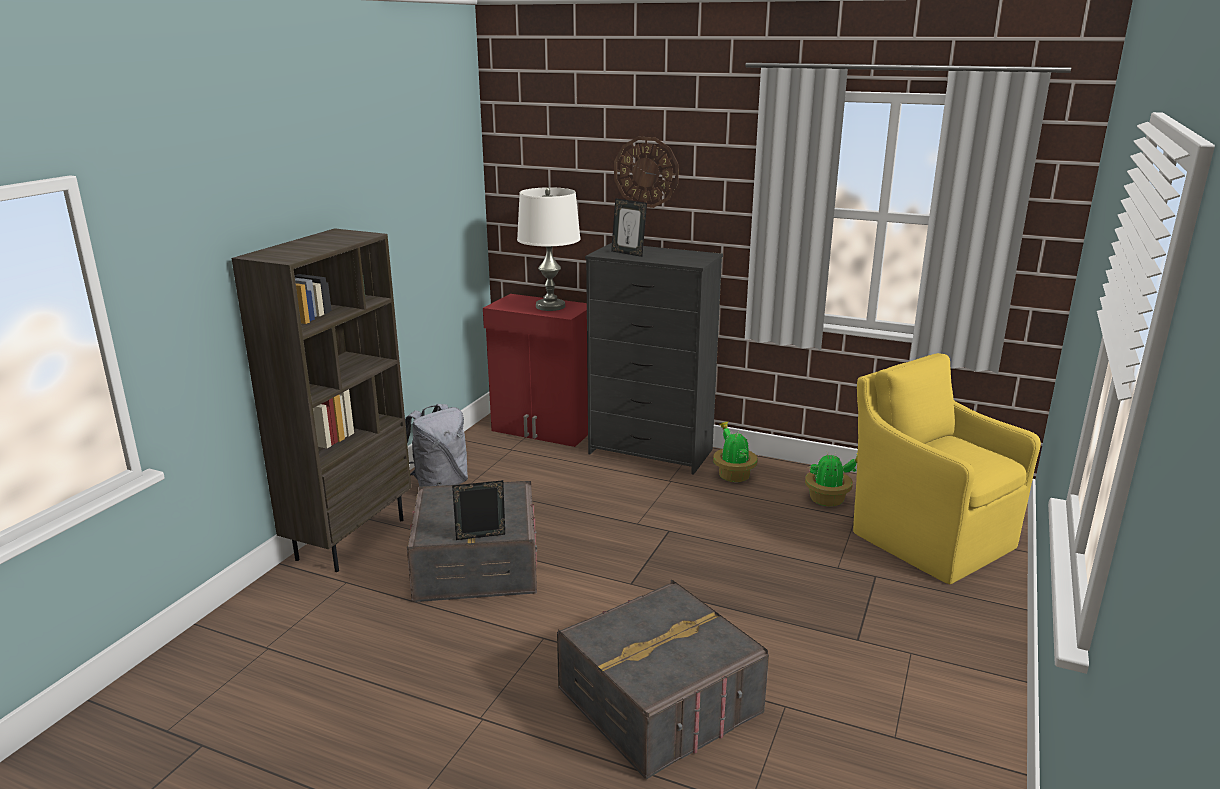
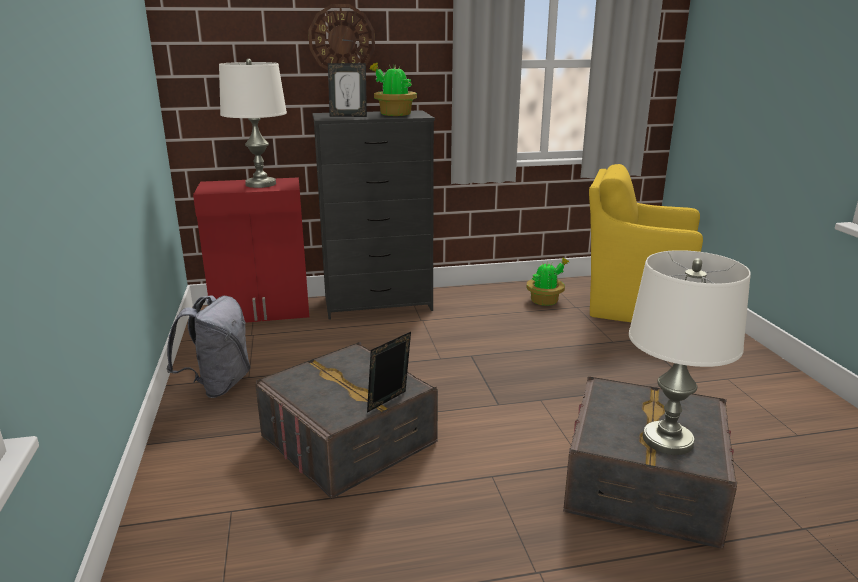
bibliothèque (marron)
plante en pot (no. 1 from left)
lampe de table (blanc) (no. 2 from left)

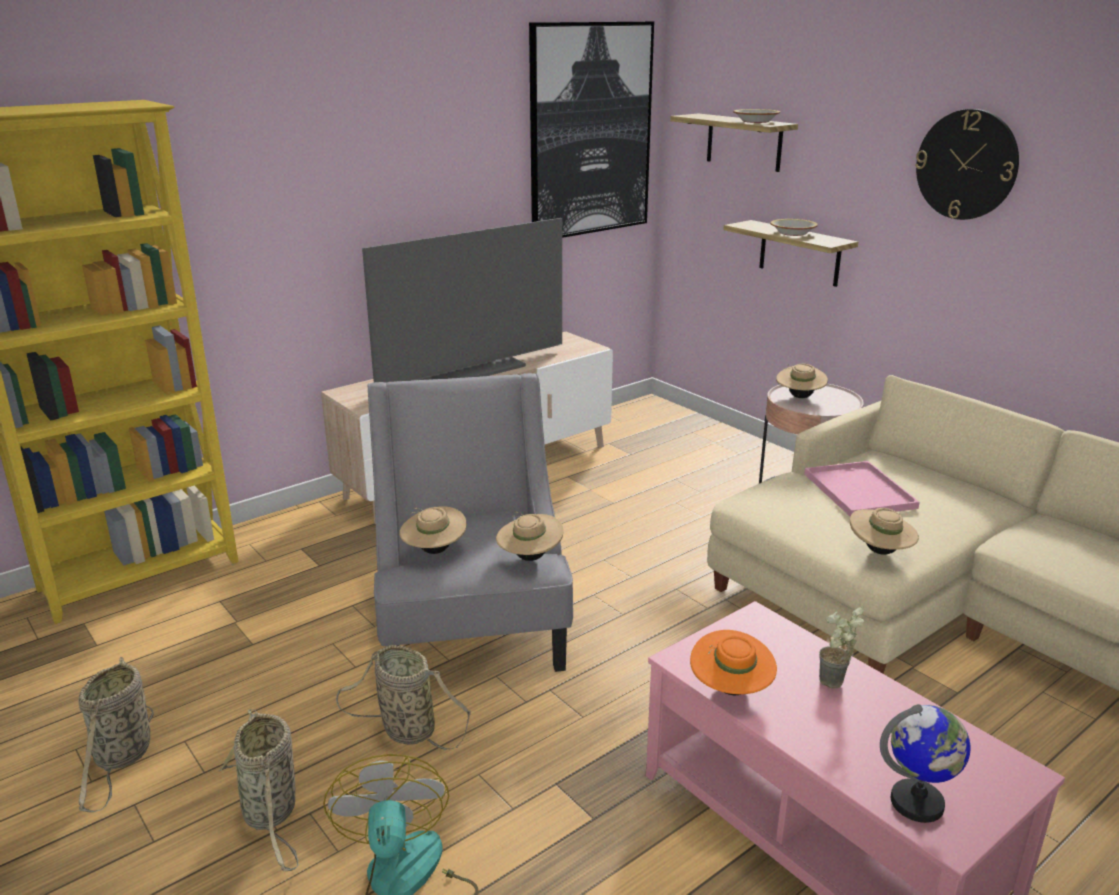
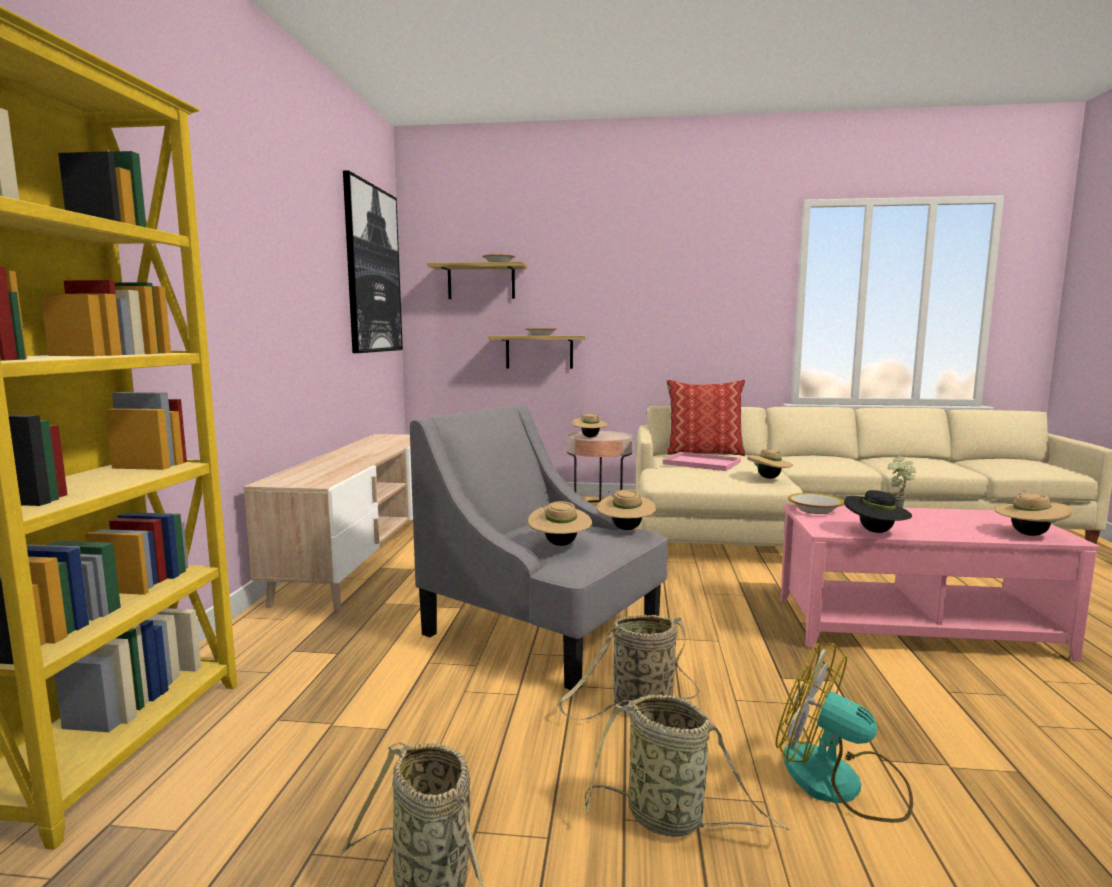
horloge murale
téléviseur
chapeau (noir)
chapeau (beige) (no. 5 from left)
coussin
bol (no. 3 from left)

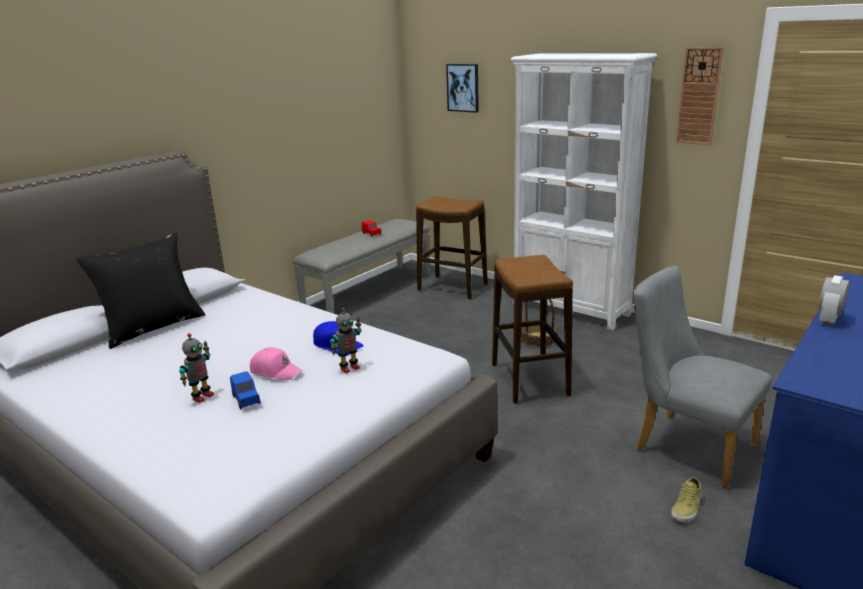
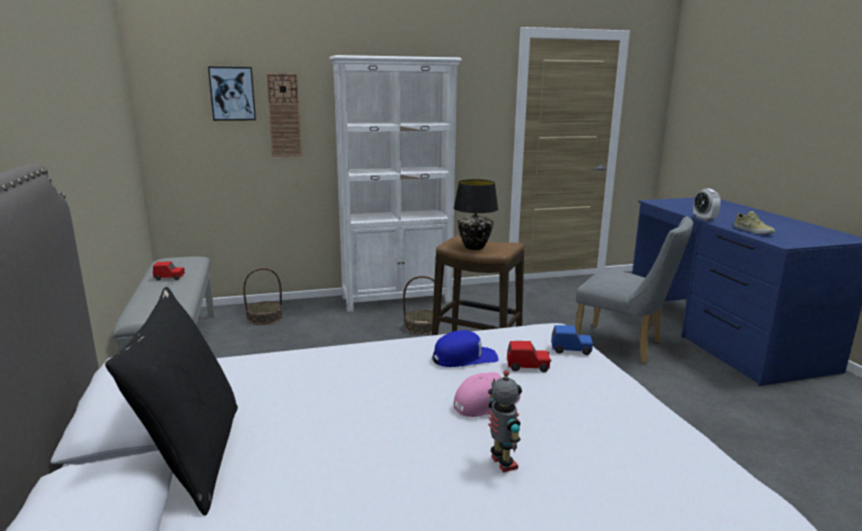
horloge murale
panier (no. 1 from left)
chaise (gris)
petite voiture (rouge) (no. 2 from left)
petite voiture (bleu)
chaussure (beige)
lampe de table (noir)

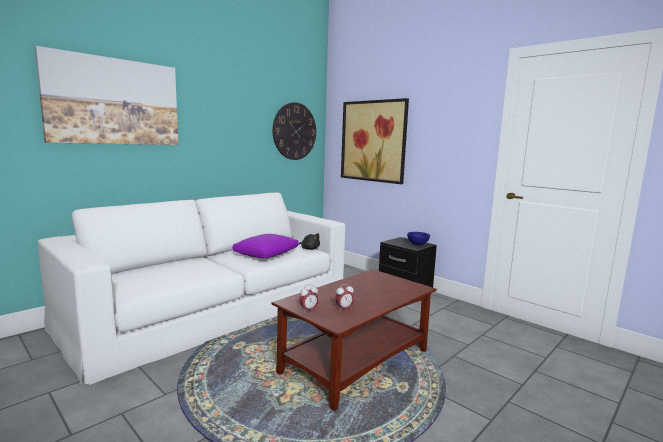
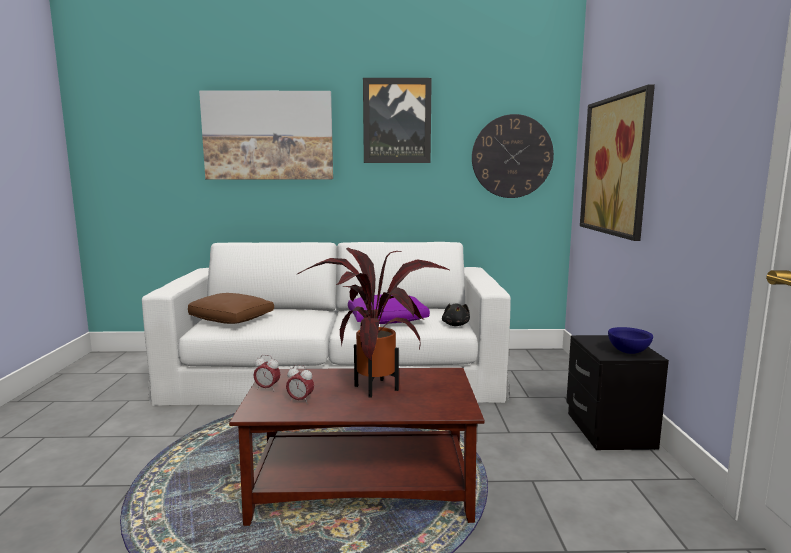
tableau (no. 2 from left)
plante en pot
coussin (marron)

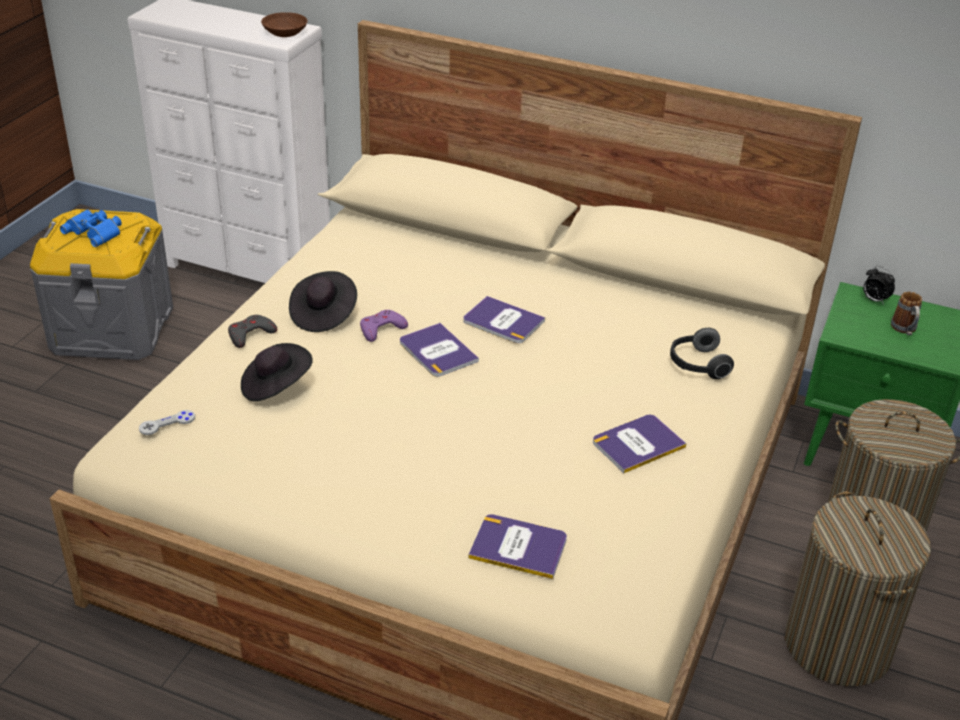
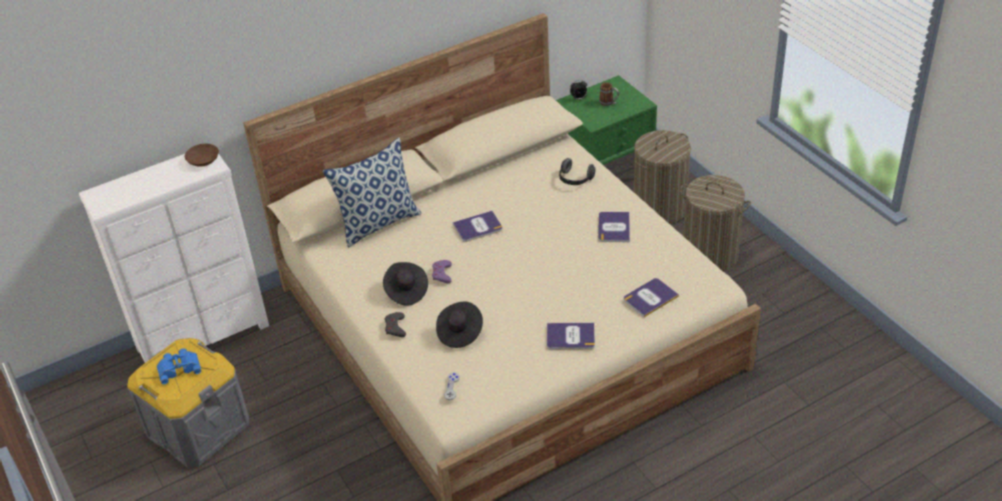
livre (no. 2 from left)
coussin

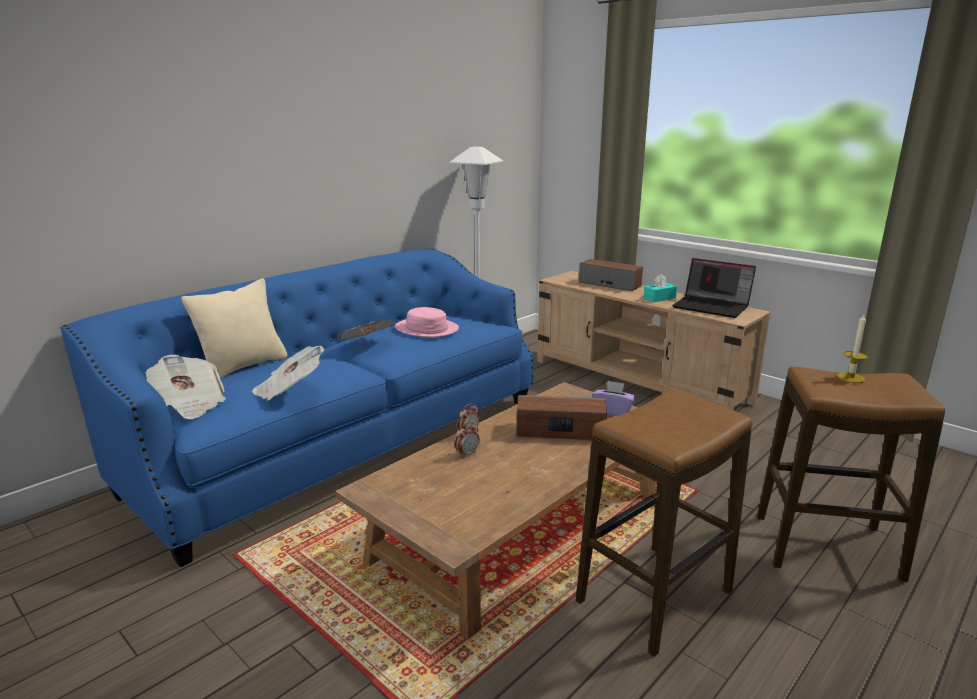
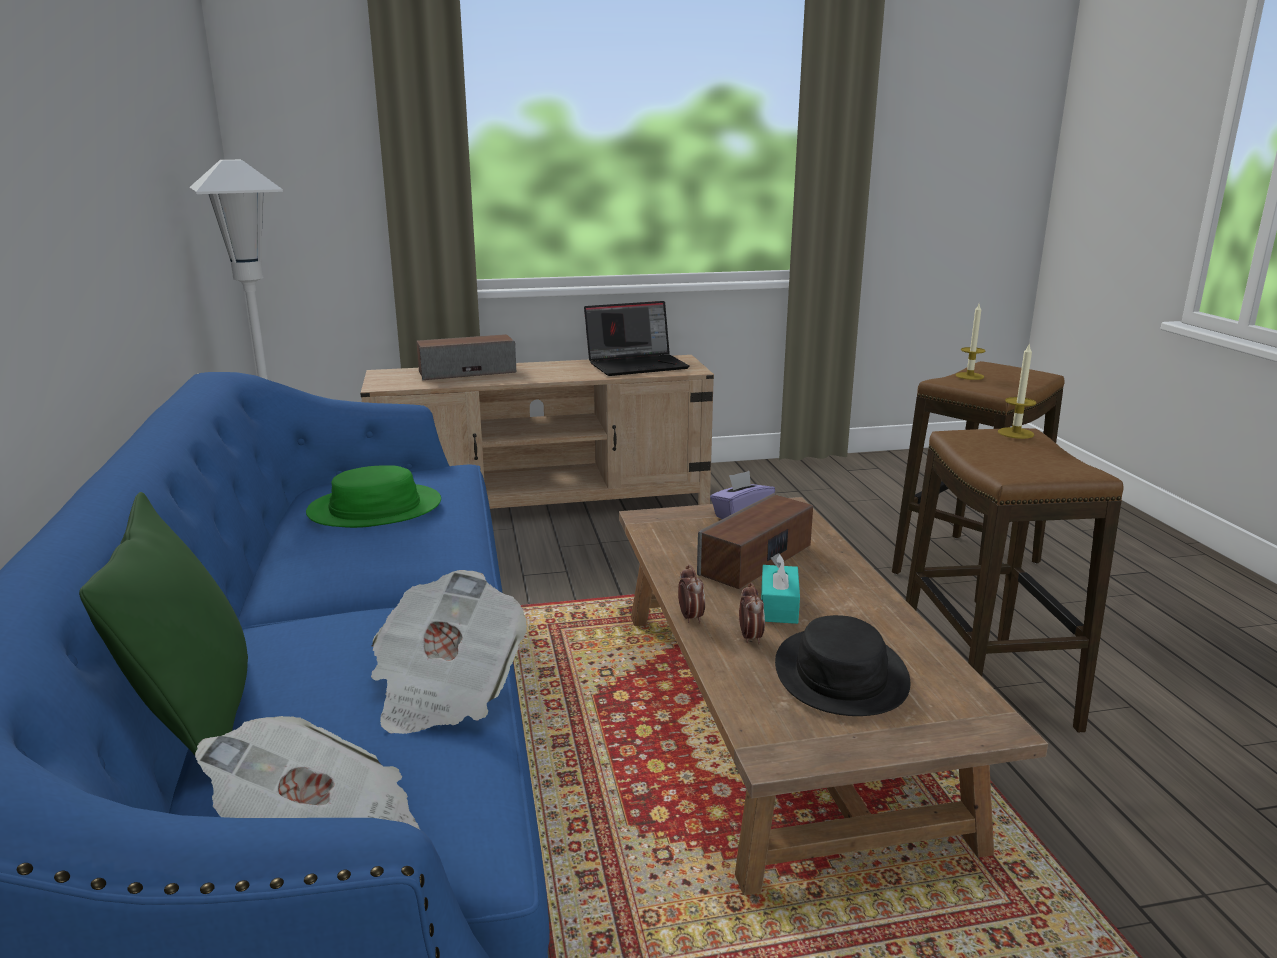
boîte à mouchoirs (turquoise)
coussin (vert)
chapeau (vert)
journal (no. 3 from left in the first image)
bougie (no. 2 from left)
chapeau (noir)

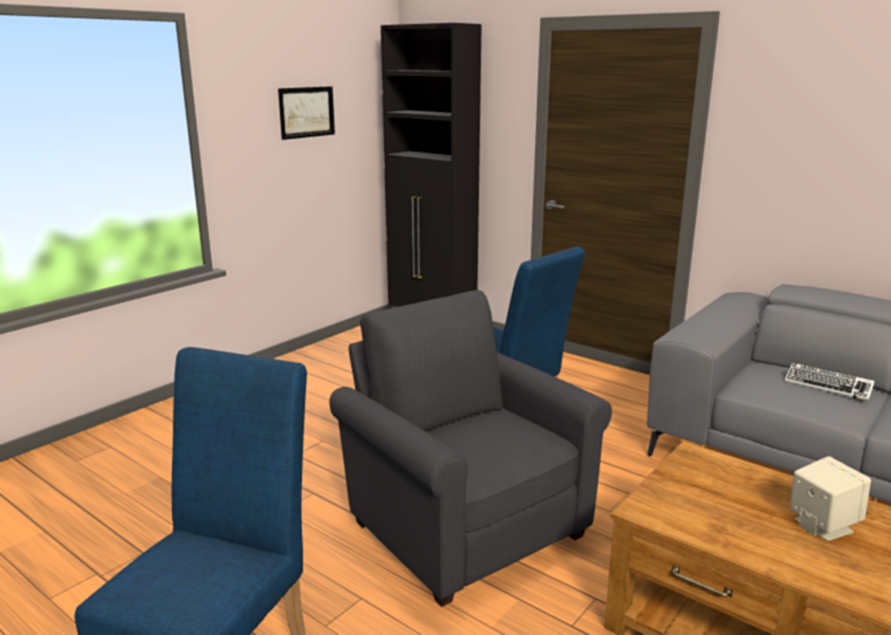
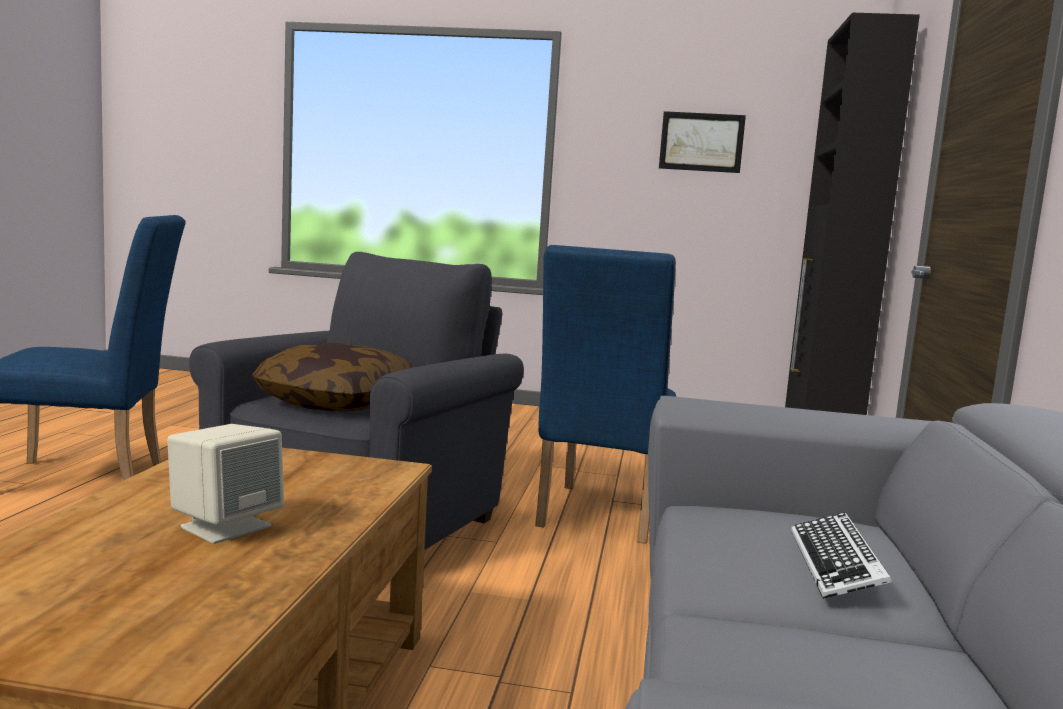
coussin

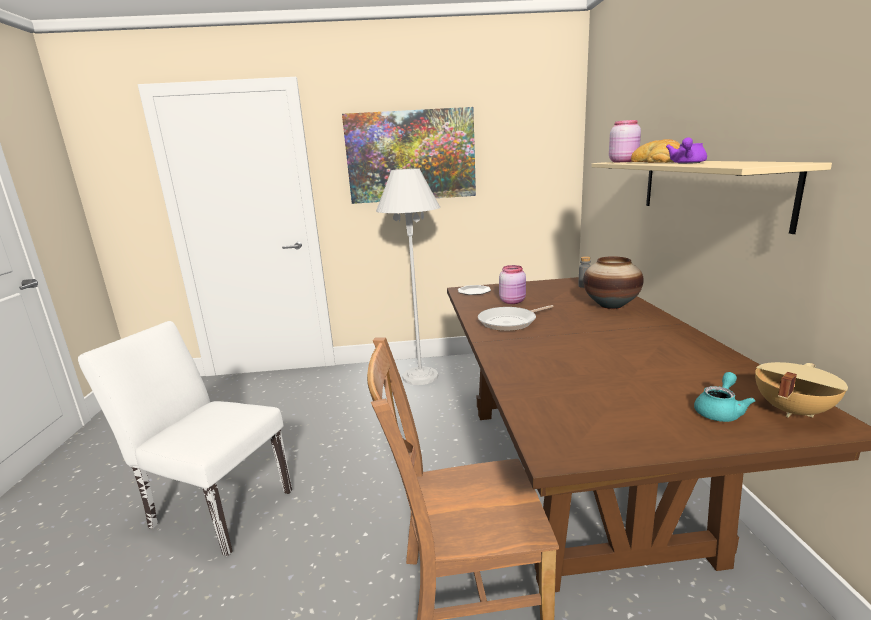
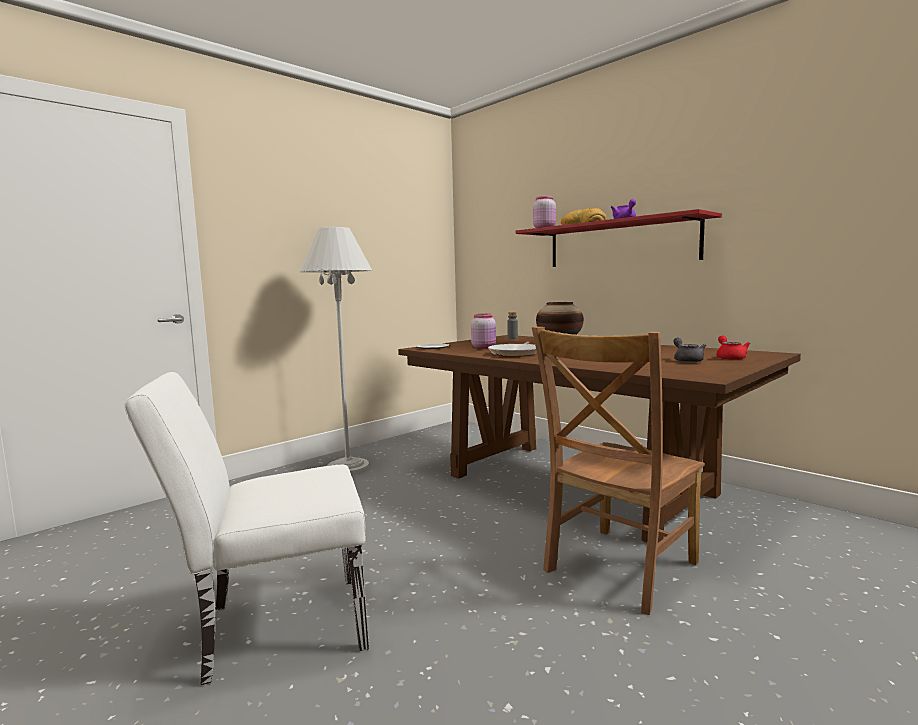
tableau
étagère (rouge)
marmite (beige)
théière (rouge)
théière (gris)

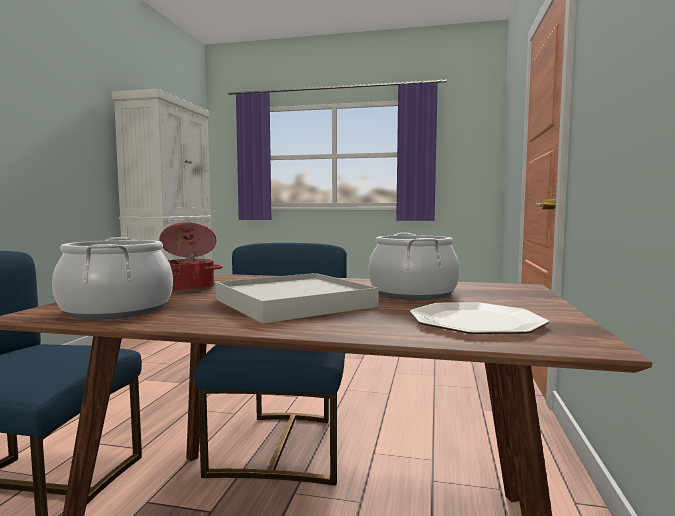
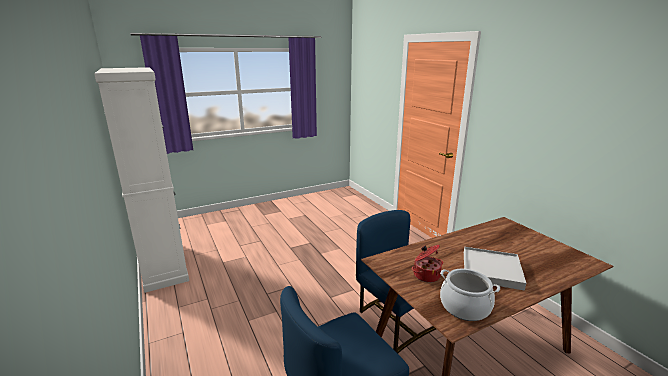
marmite (no. 3 from left in the first image)
assiette

